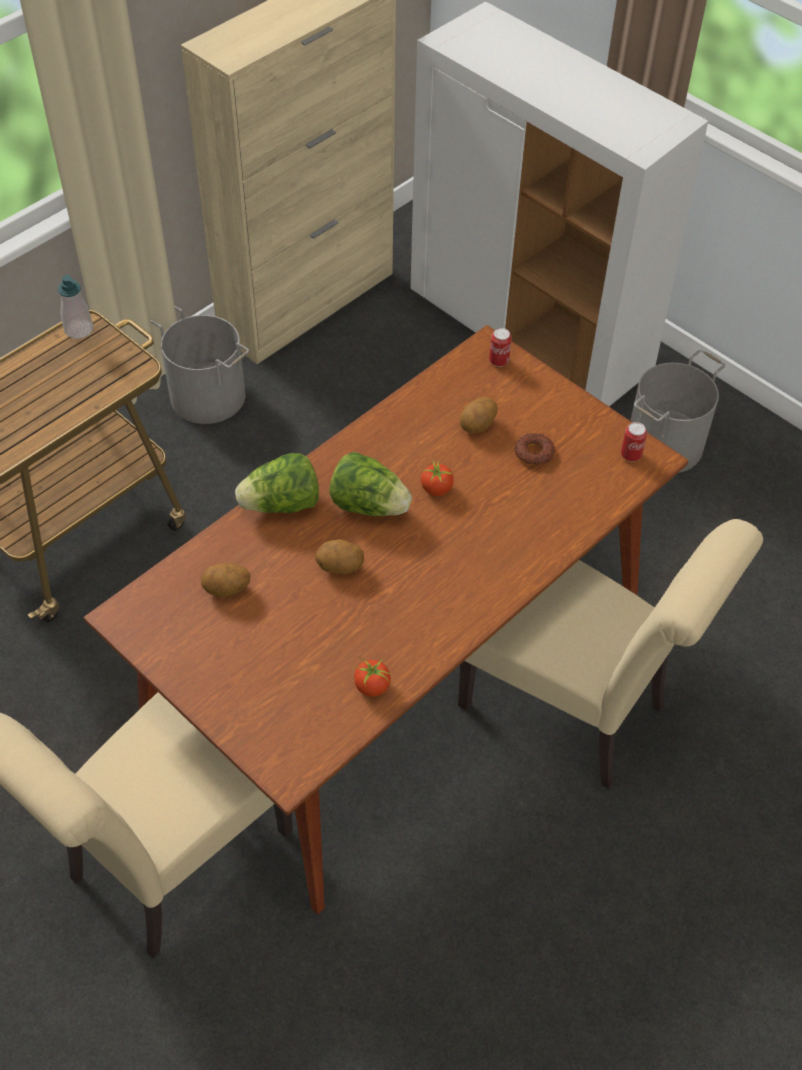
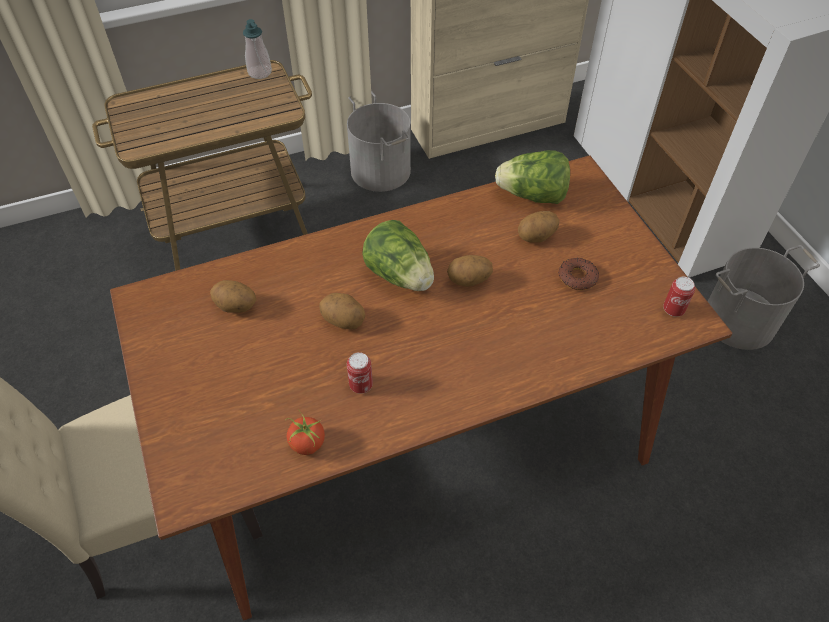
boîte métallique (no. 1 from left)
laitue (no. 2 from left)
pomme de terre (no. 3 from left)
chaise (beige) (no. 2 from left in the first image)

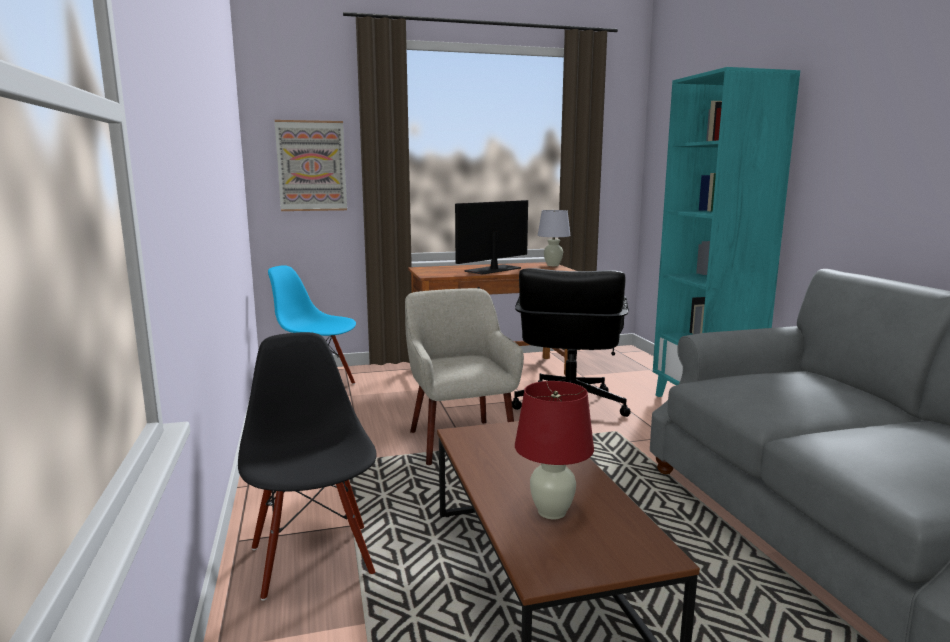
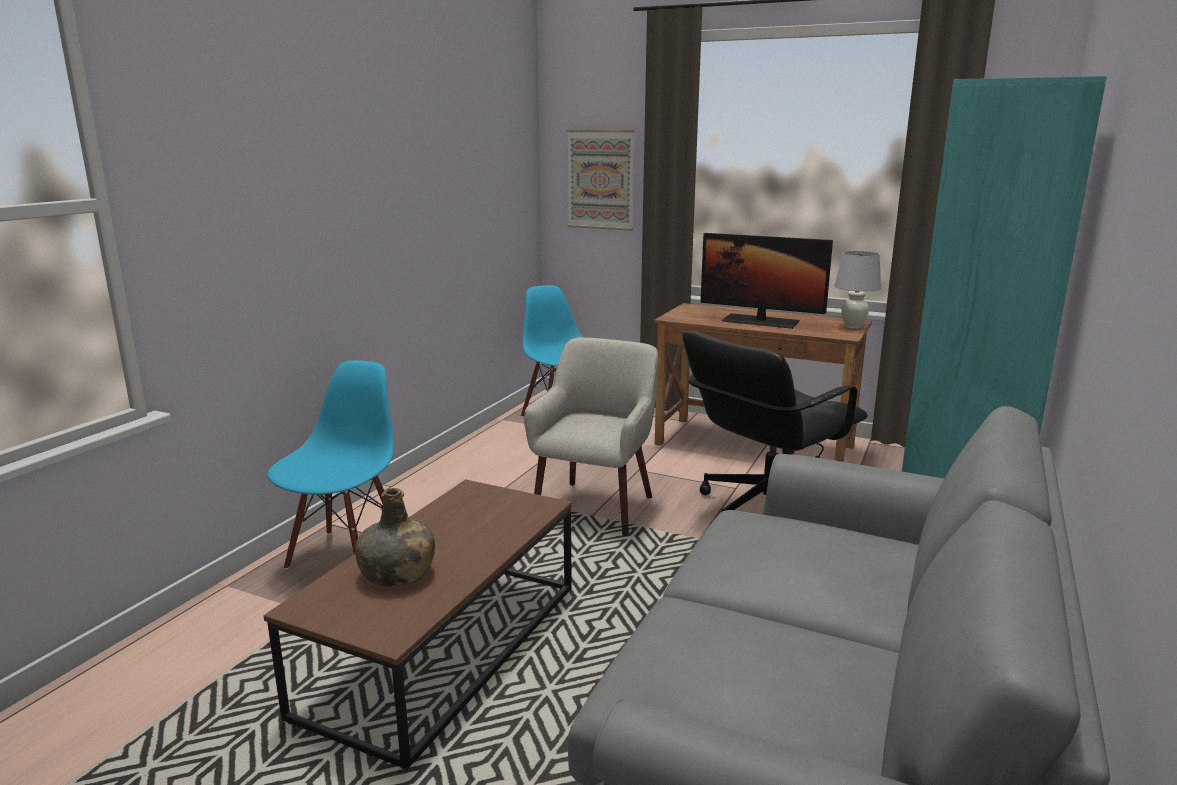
écran d'ordinateur
chaise (bleu) (no. 1 from left)
bouteille (vert)

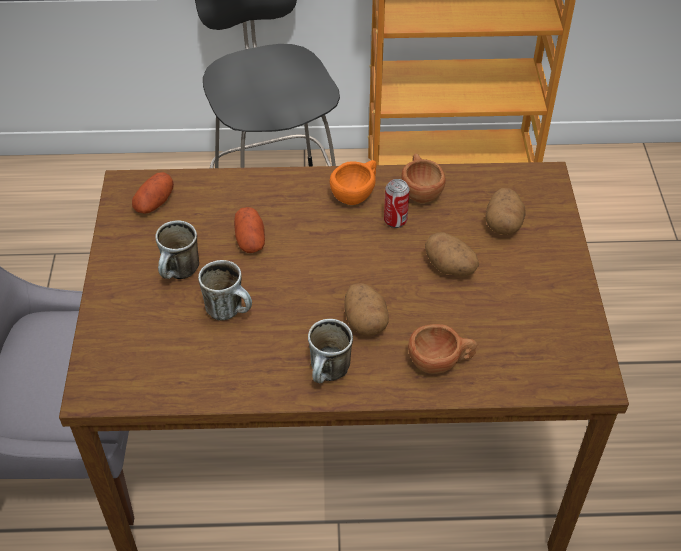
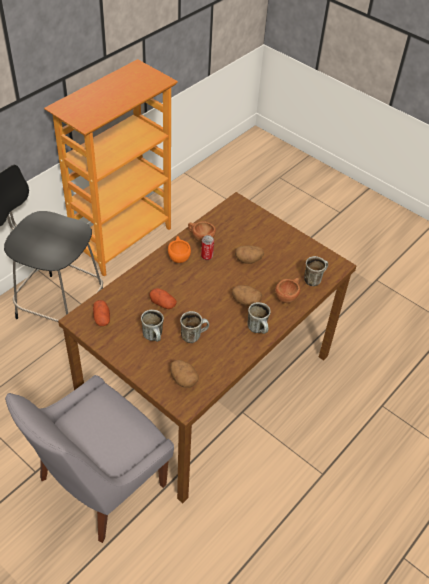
pomme de terre (no. 3 from left)
mug (no. 4 from left)

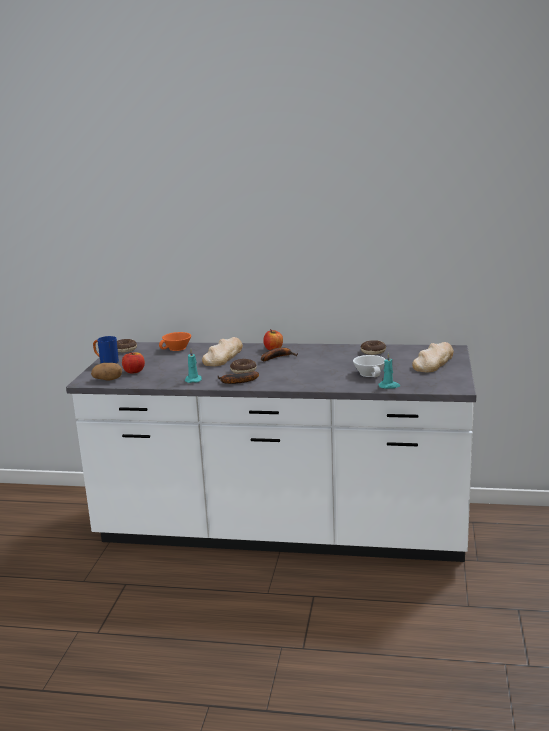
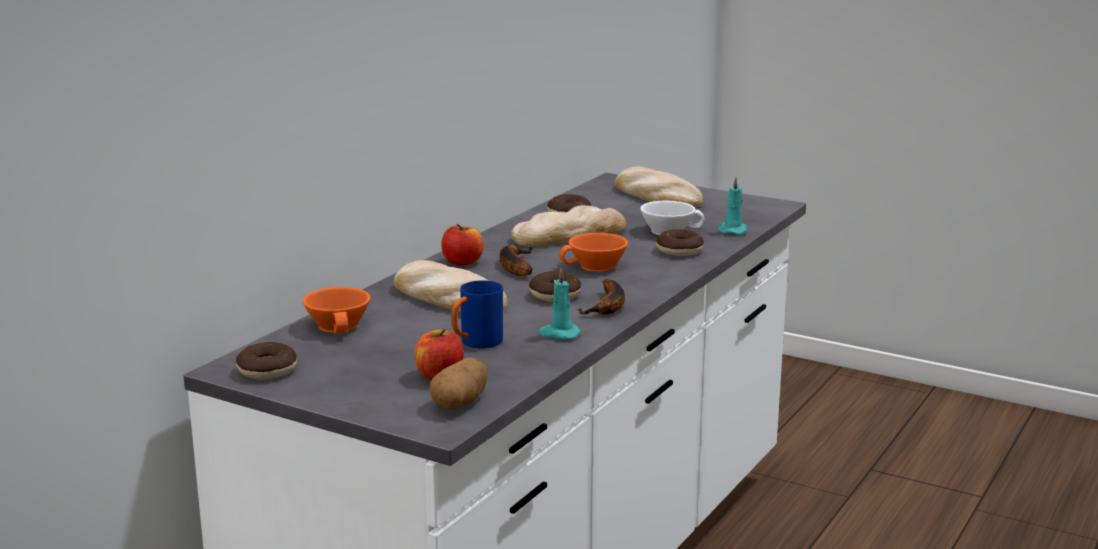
mug (bleu)
pain (no. 2 from left)
beignet (no. 4 from left)
tasse (orange) (no. 2 from left)

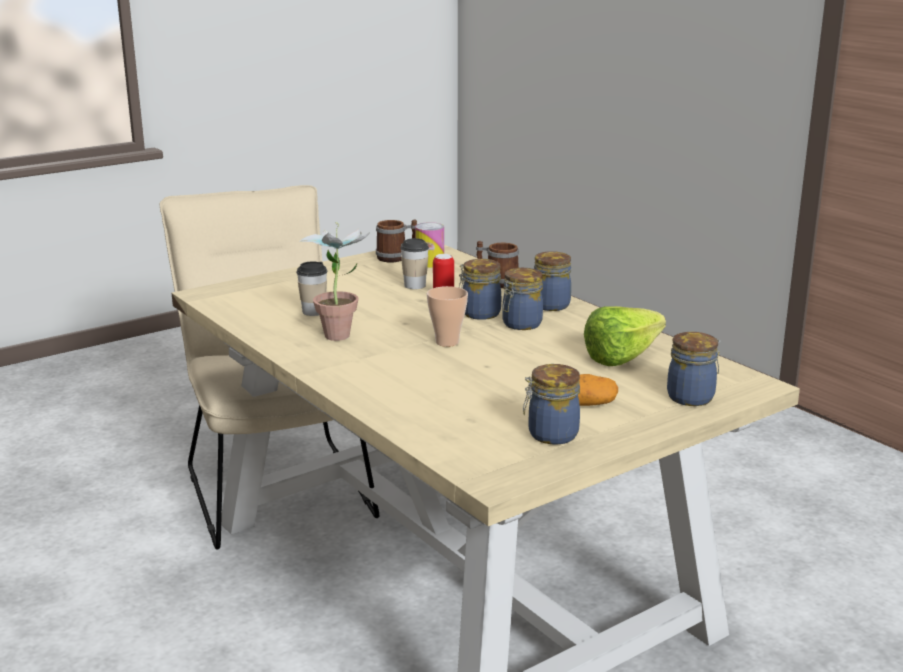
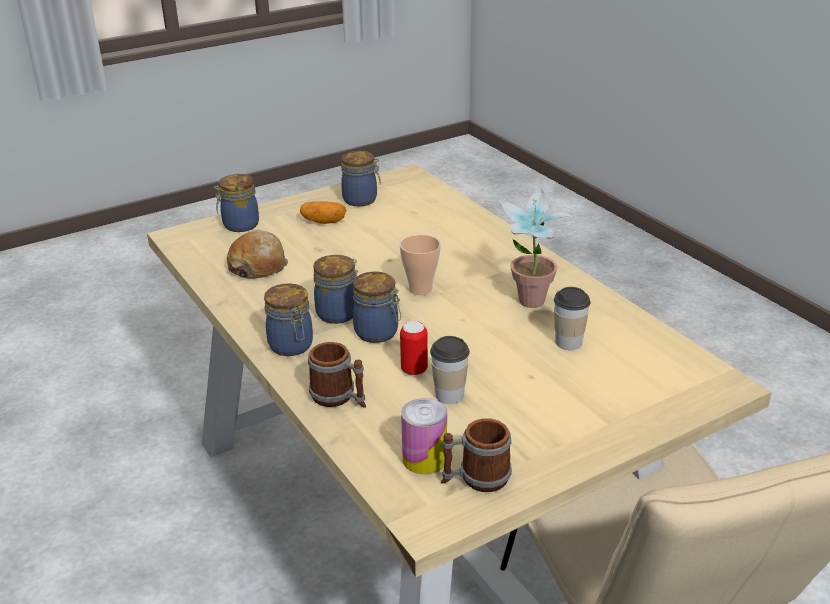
pain

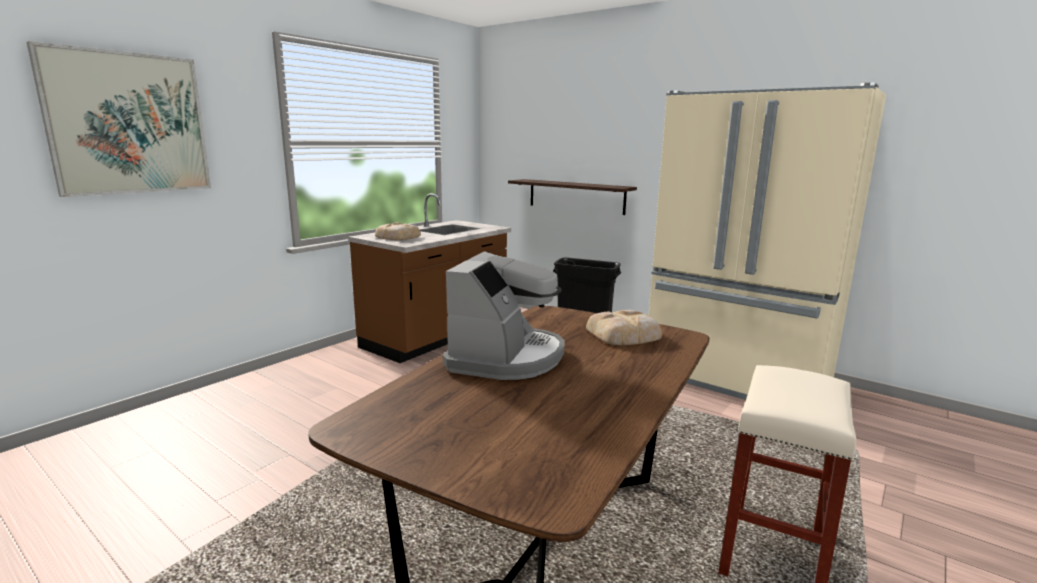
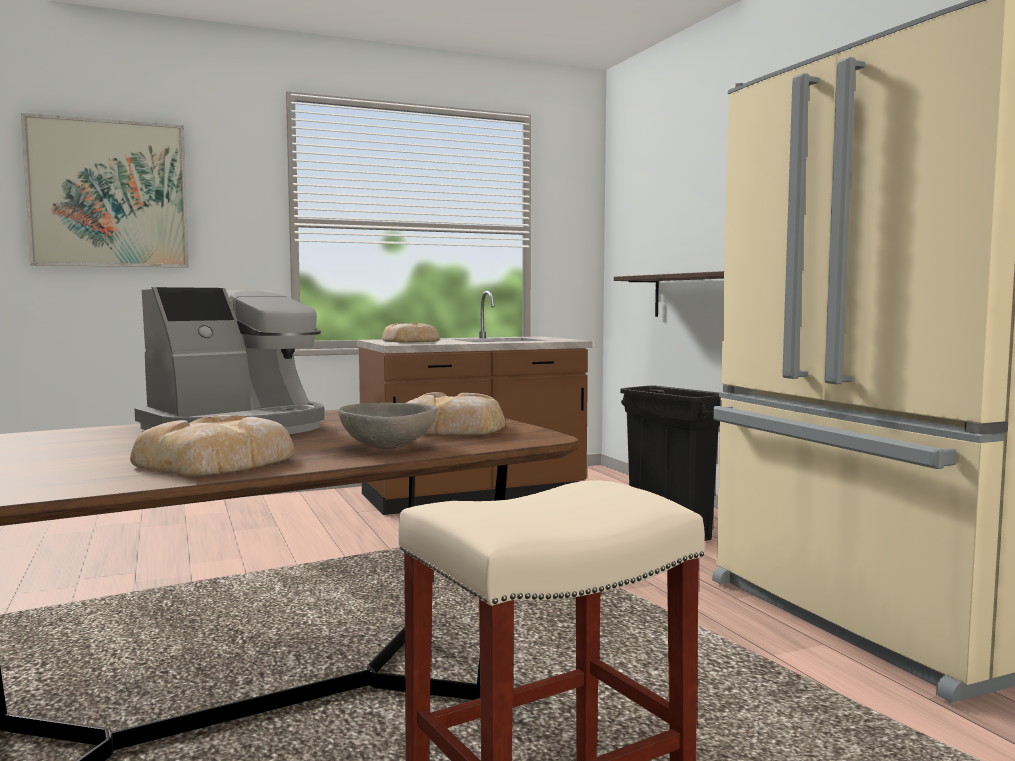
bol (gris)
pain (no. 1 from left)

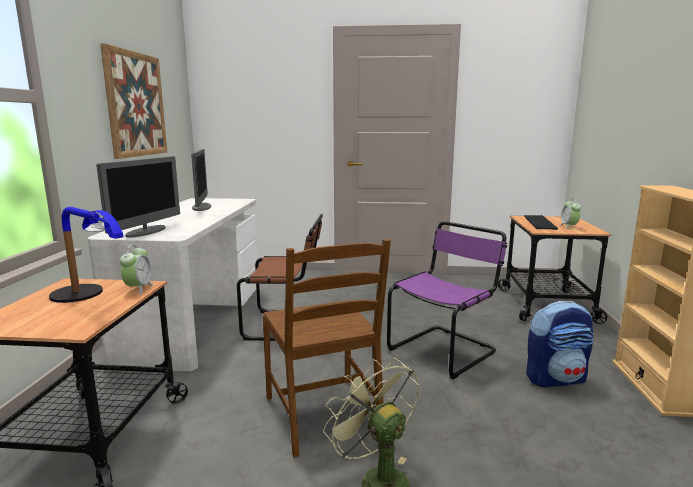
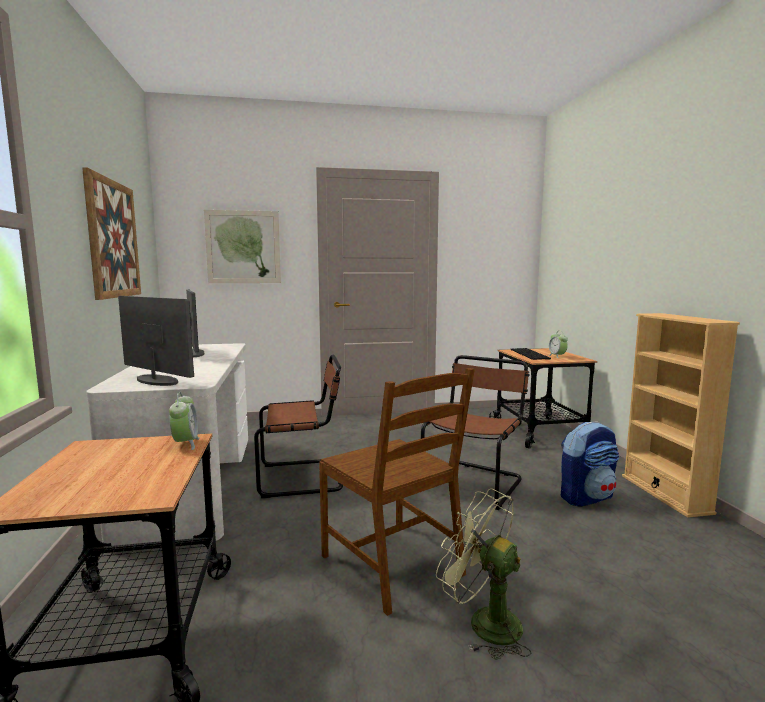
écran d'ordinateur (no. 1 from left)
lampe de table
chaise (marron) (no. 3 from left)
tableau (no. 2 from left)

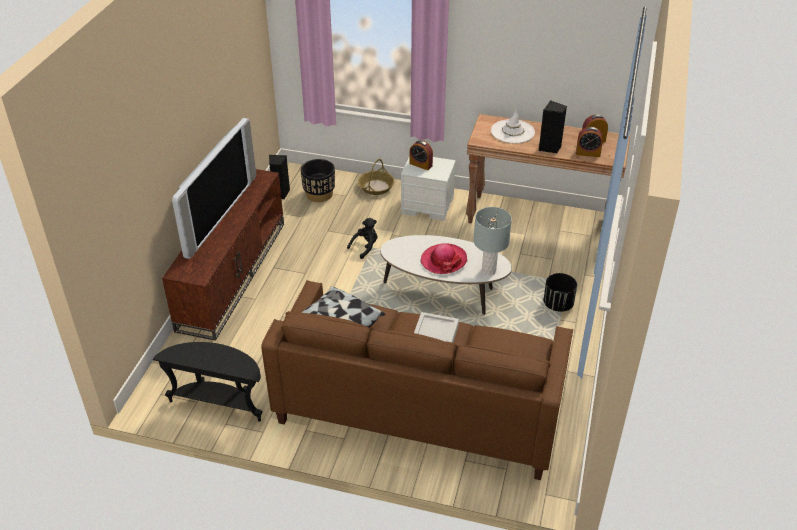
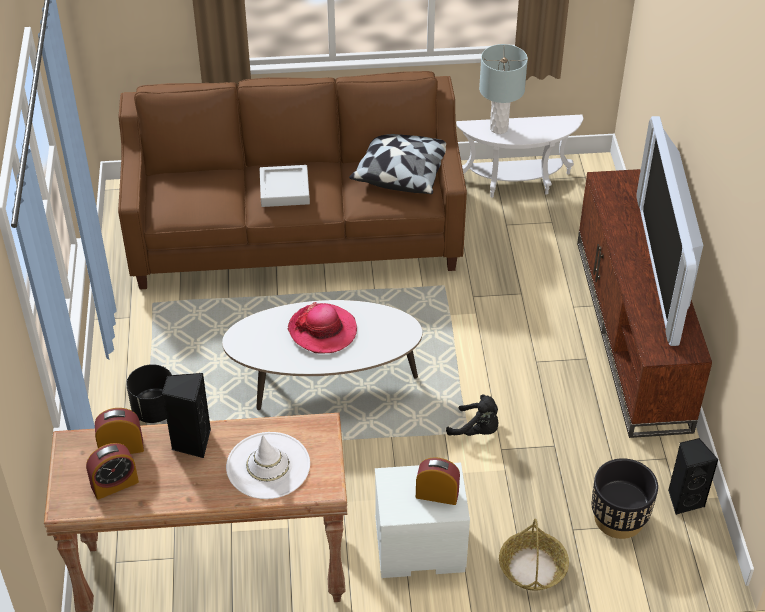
lampe de table (gris)
peluche (noir)
table d'appoint (blanc)

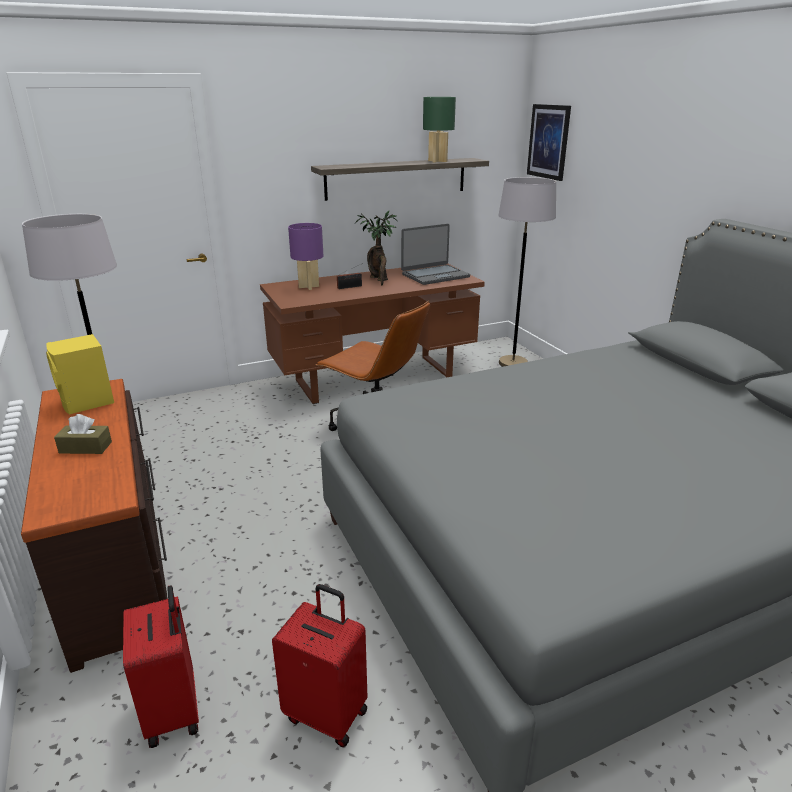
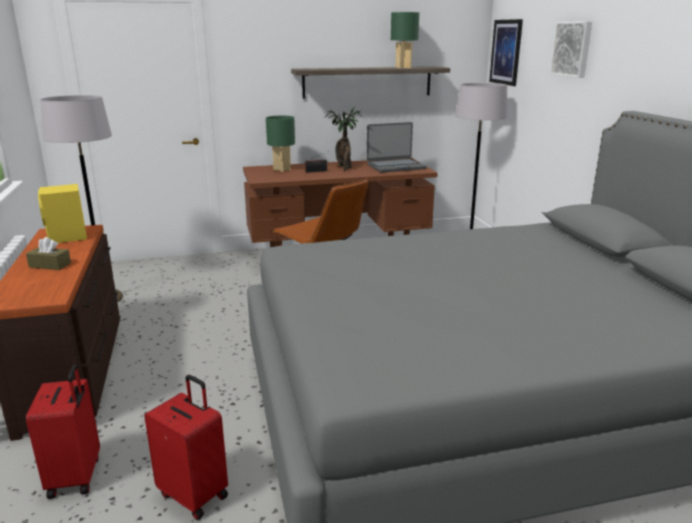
lampe de table (vert) (no. 1 from left)
tableau (no. 2 from left)

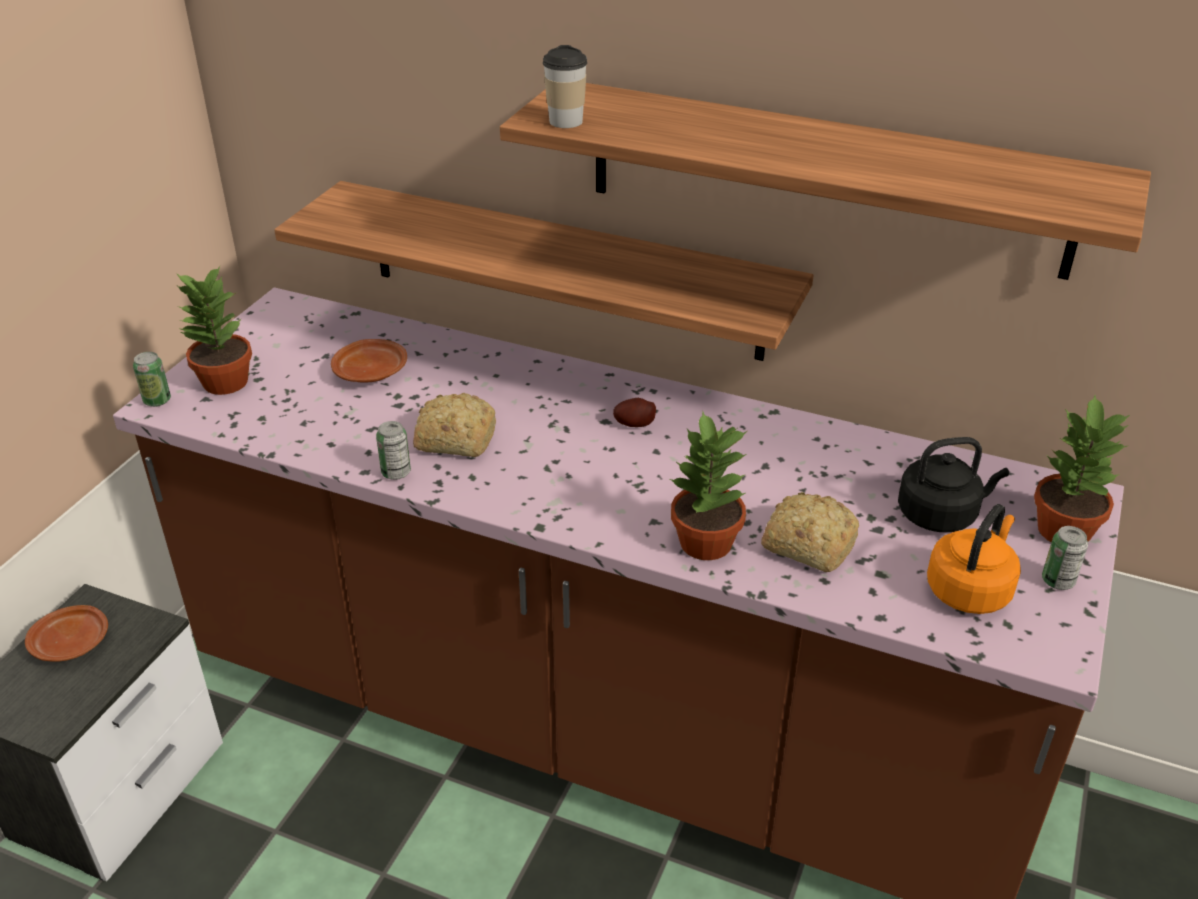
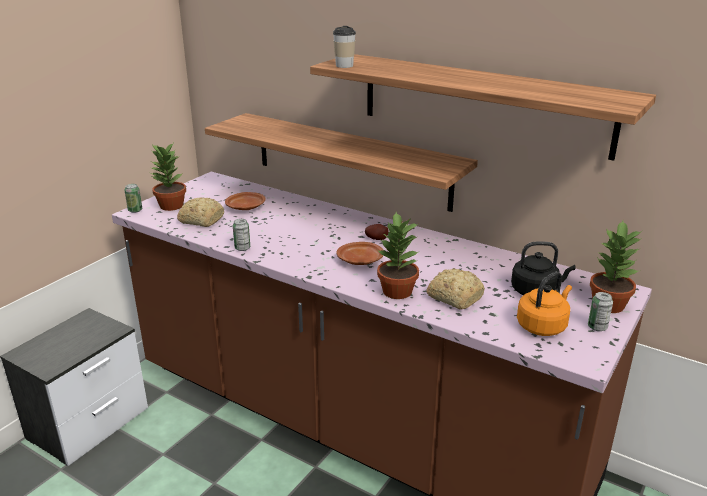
pain (no. 1 from left)
assiette (marron) (no. 2 from left)

